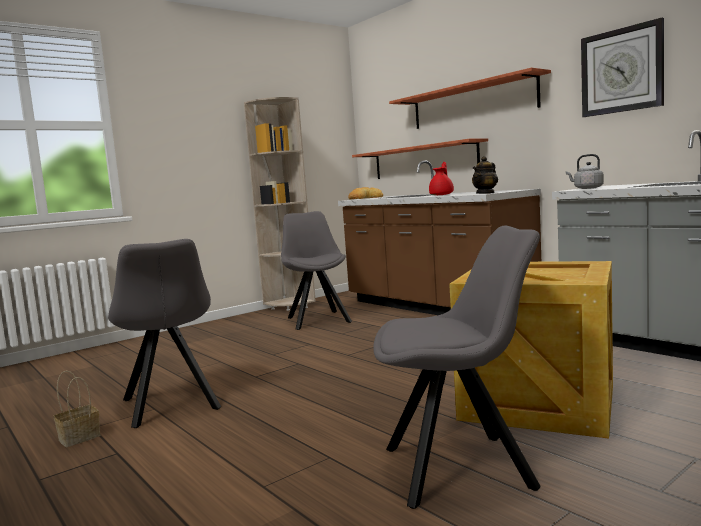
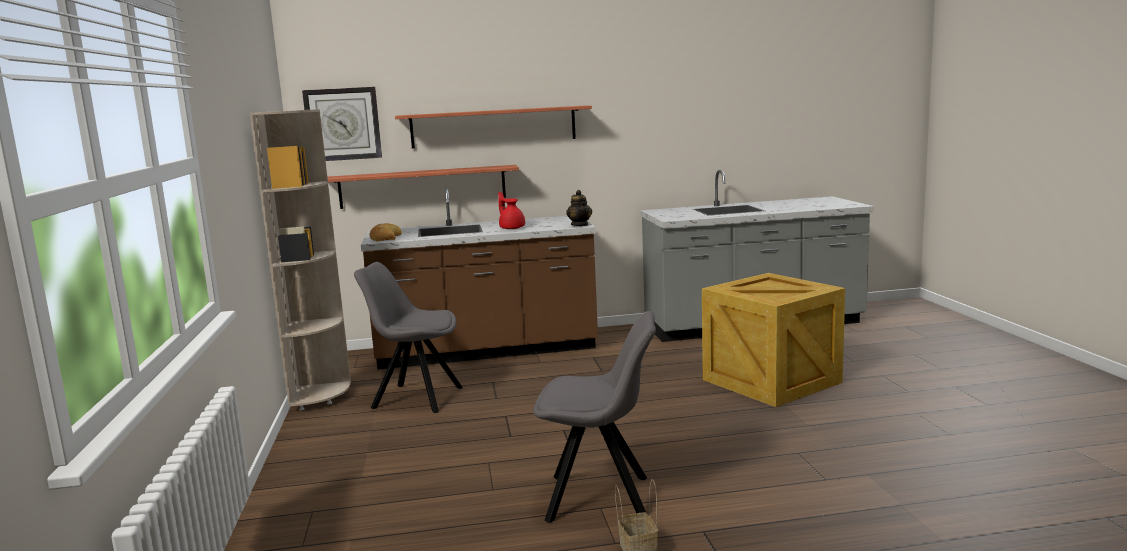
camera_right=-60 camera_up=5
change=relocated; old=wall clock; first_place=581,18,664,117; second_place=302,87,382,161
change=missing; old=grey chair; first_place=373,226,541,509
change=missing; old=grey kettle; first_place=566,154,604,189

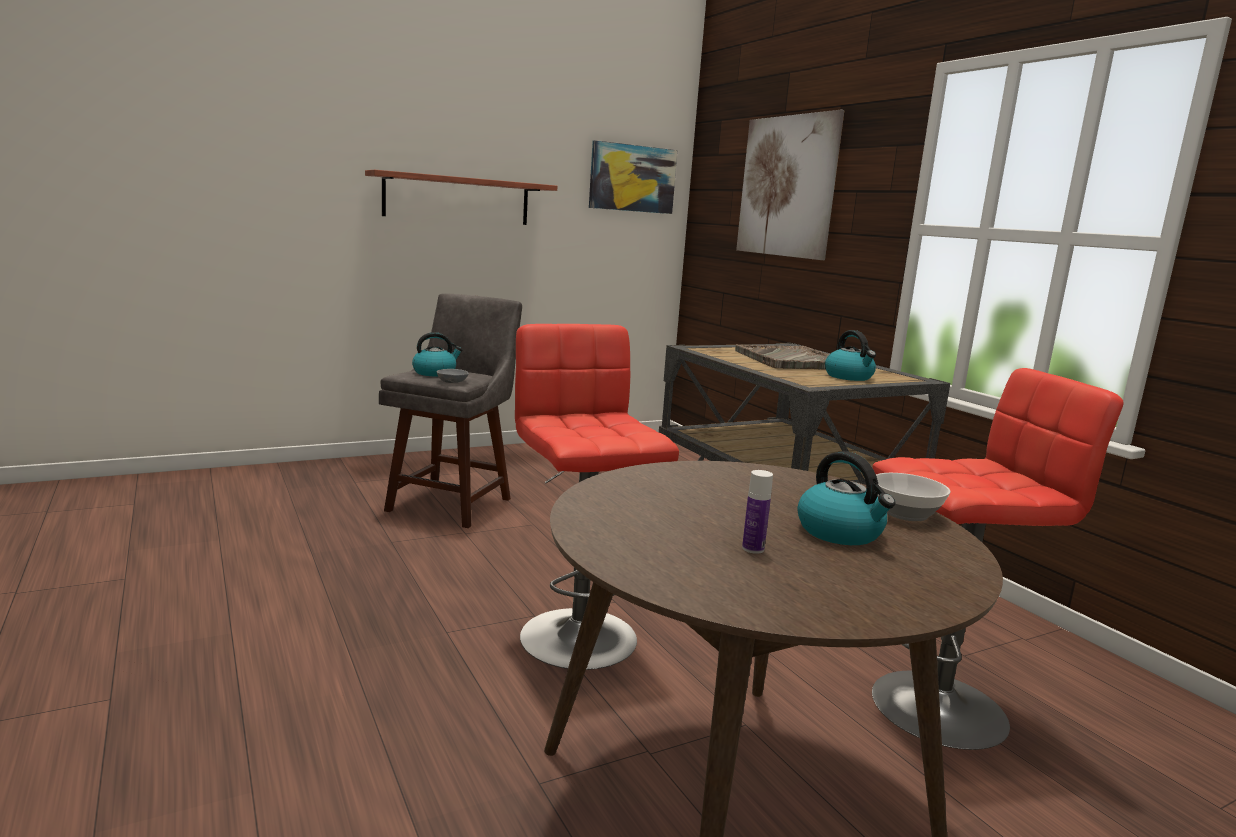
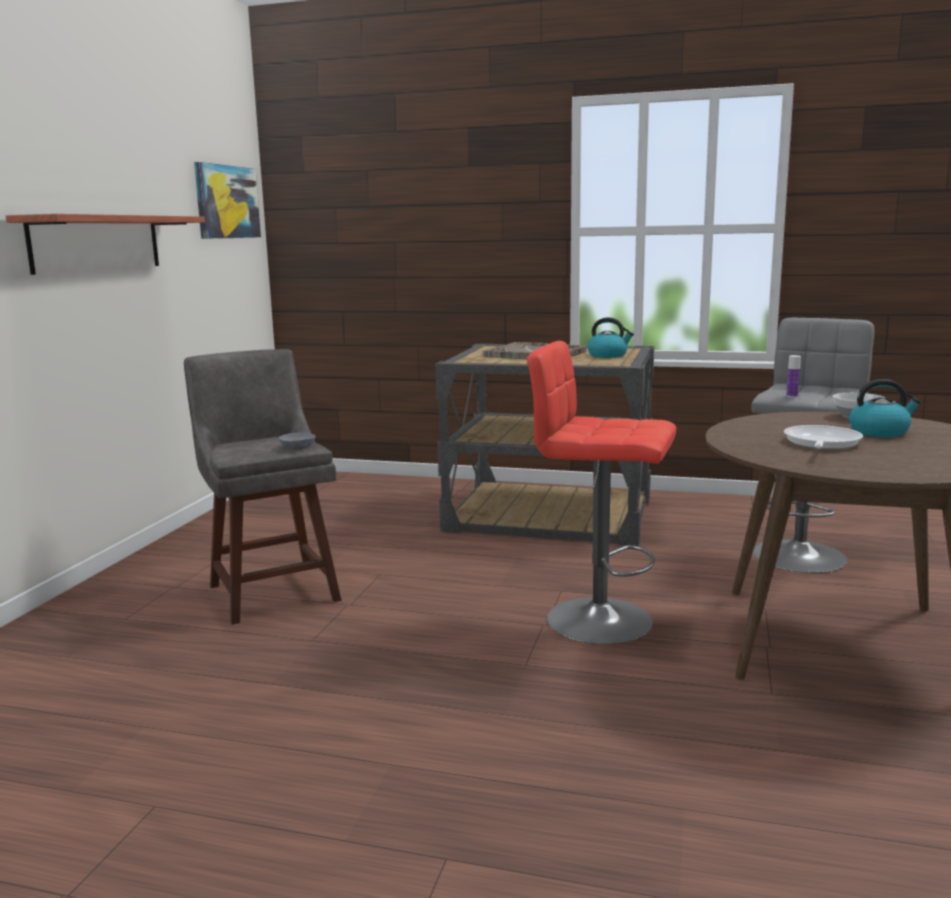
camera_right=-45 camera_up=0
change=colour; old=red stool; new=grey stool; first_place=872,368,1124,750; second_place=751,318,874,573
change=appeared; new=frying pan; second_place=784,425,863,450
change=relocated; old=bottle; first_place=742,470,773,554; second_place=786,355,801,398
change=missing; old=kettle; first_place=412,332,463,376
change=missing; old=picture; first_place=736,110,845,260

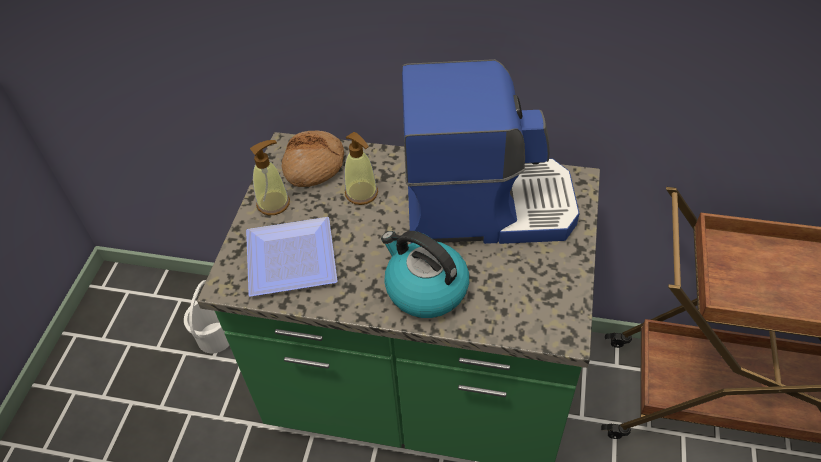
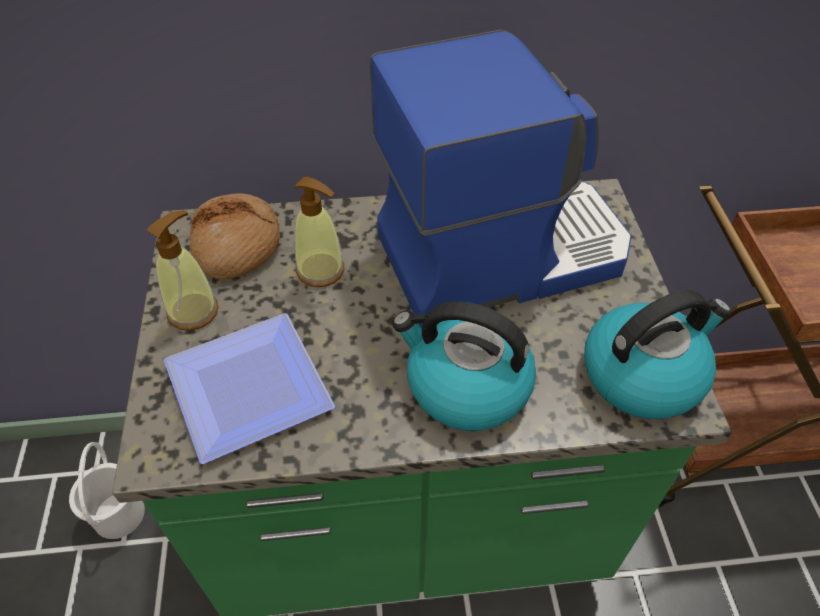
camera_right=-20 camera_up=0
change=appeared; new=kettle; second_place=584,290,731,419

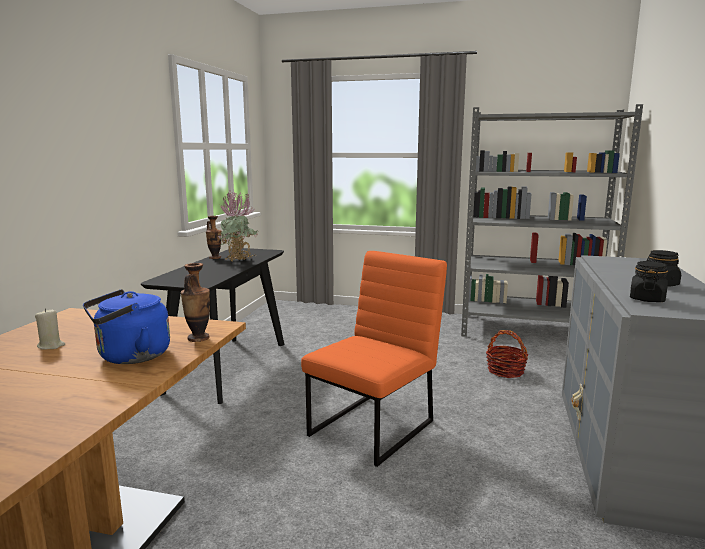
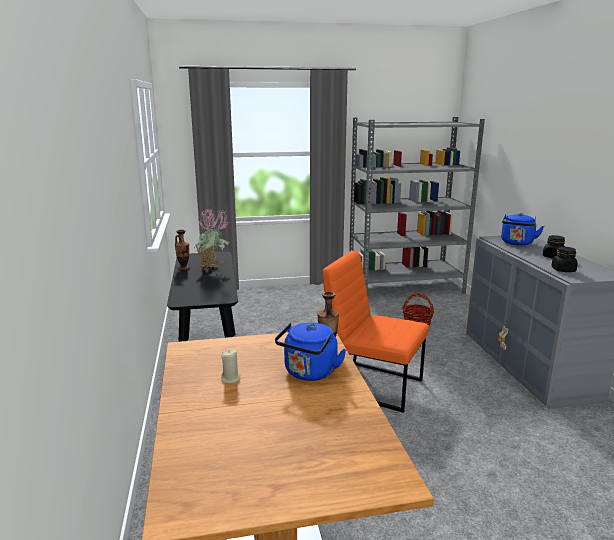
camera_right=-25 camera_up=5
change=spun; old=orange chair; first_place=301,251,447,467; second_place=323,251,429,413; degrees=-75
change=appeared; new=blue kettle; second_place=501,213,544,246

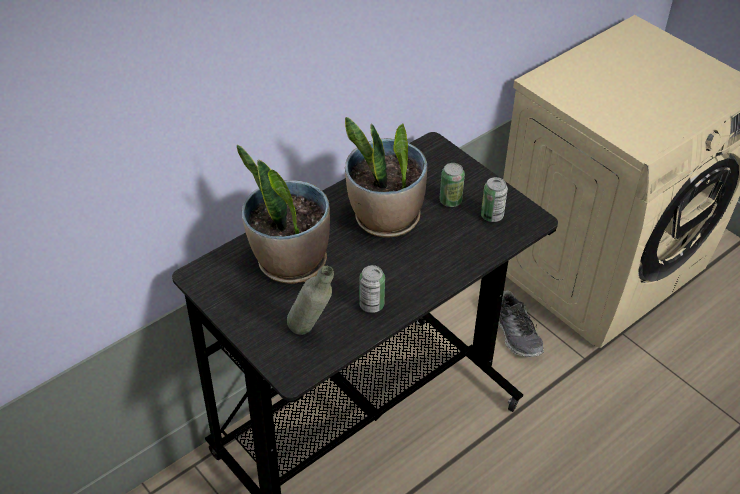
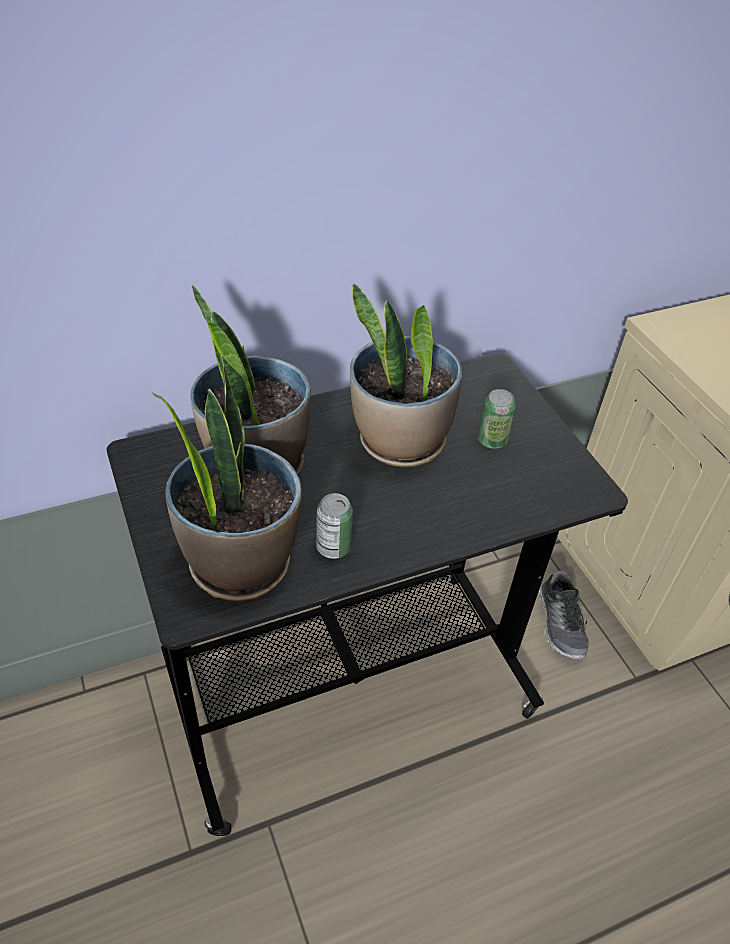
camera_right=15 camera_up=0
change=exchanged; old=grey bottle; new=potted plant; first_place=287,266,334,335; second_place=151,355,302,601
change=missing; old=can; first_place=481,177,508,222

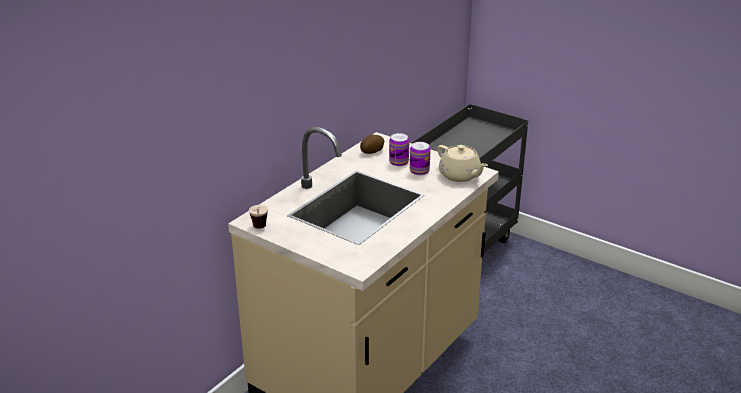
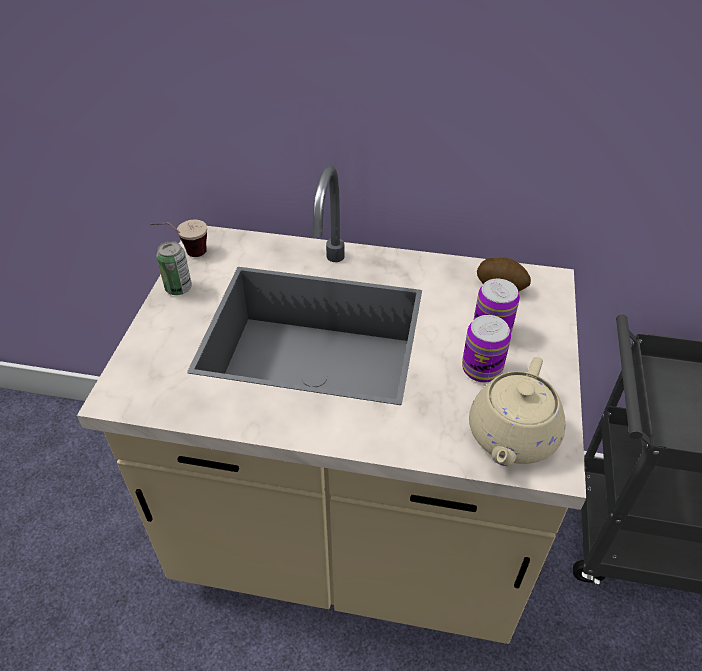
camera_right=65 camera_up=15
change=appeared; new=can; second_place=156,241,192,295

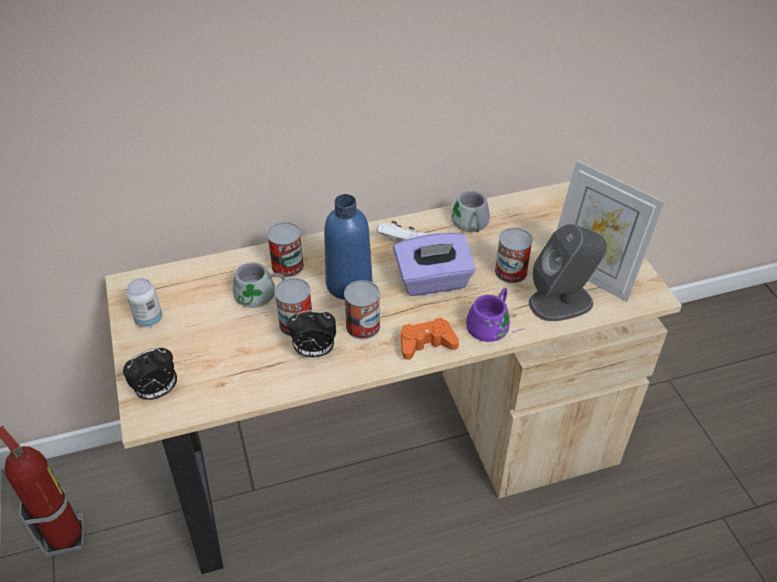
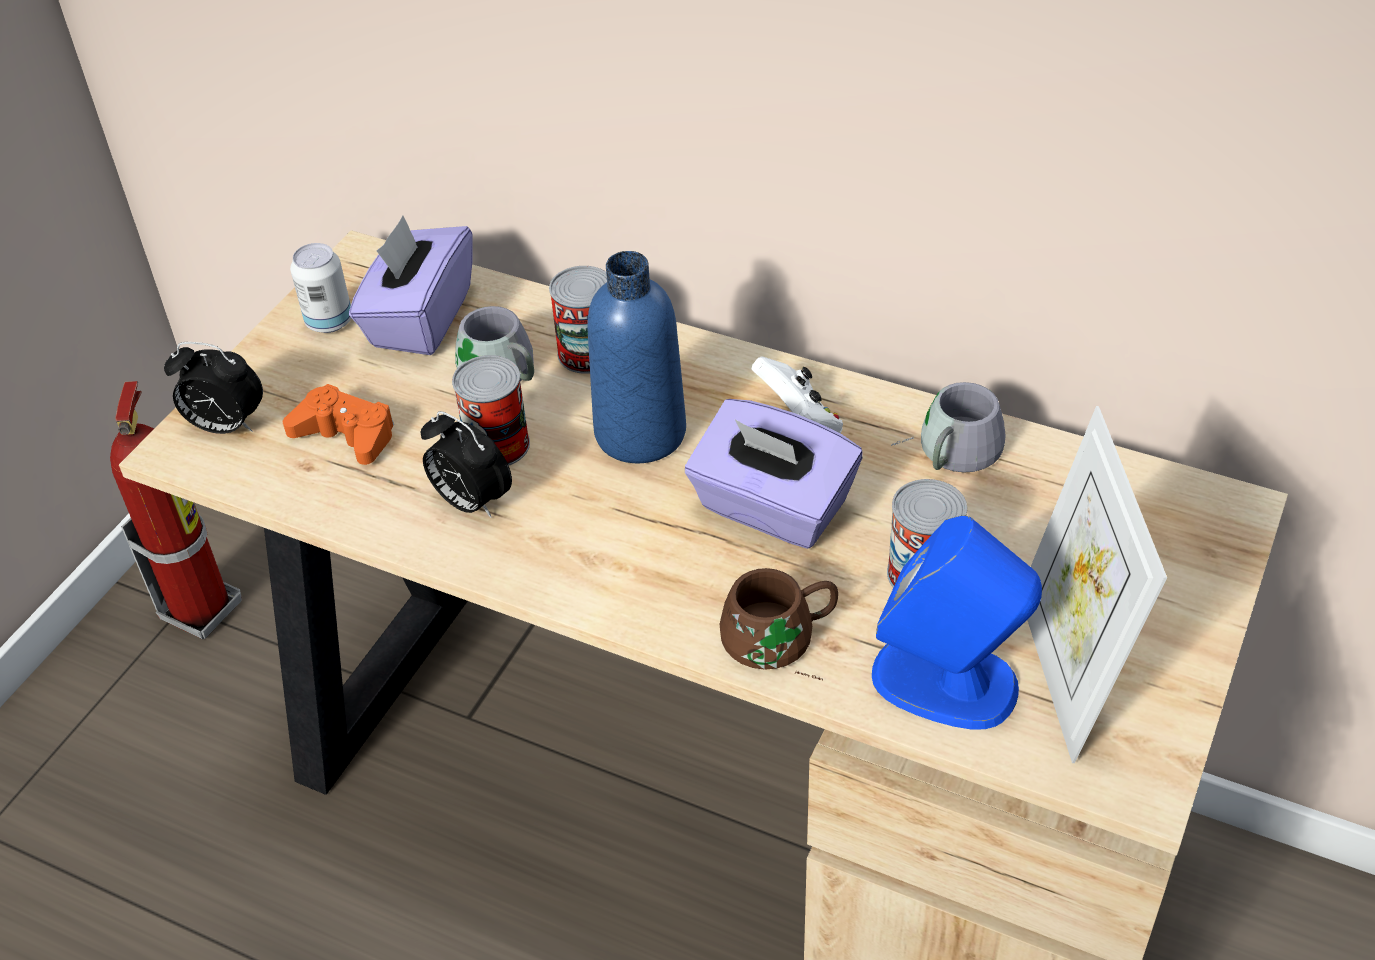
camera_right=45 camera_up=0
change=relocated; old=orange game controller; first_place=401,318,459,360; second_place=283,384,394,465
change=appeared; new=purple tissue box; second_place=349,216,472,355
change=colour; old=purple mug; new=brown mug; first_place=466,288,524,342; second_place=719,568,838,681
change=colour; old=grey speaker; new=blue speaker; first_place=529,224,607,321; second_place=872,516,1042,730
change=missing; old=can; first_place=344,280,380,339

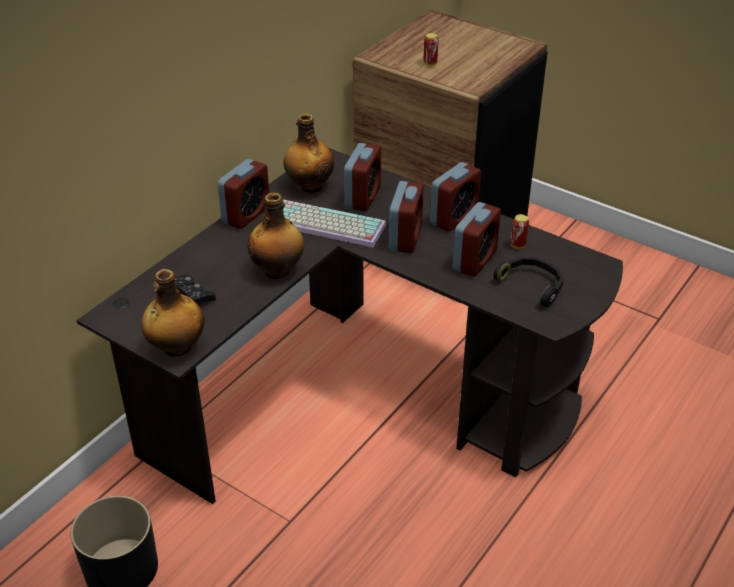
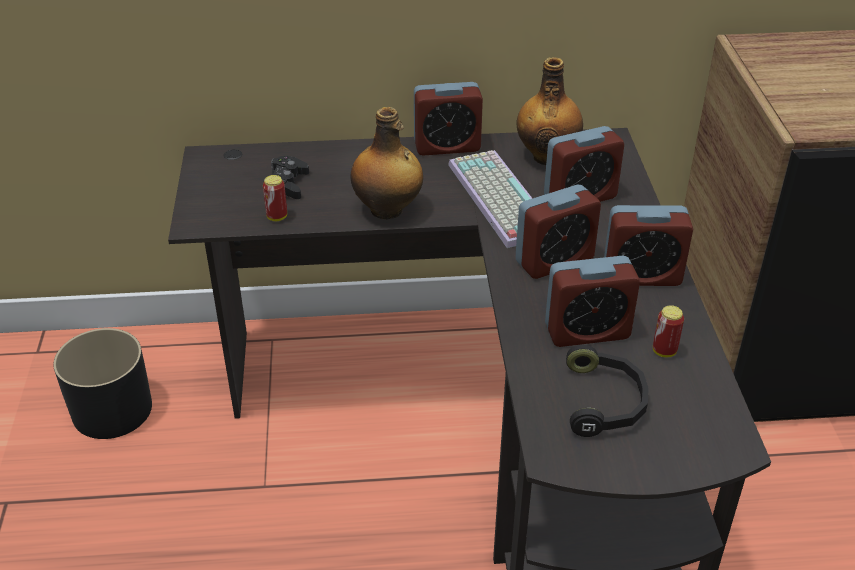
camera_right=50 camera_up=0
change=relocated; old=can; first_place=424,33,438,66; second_place=263,175,287,221
change=missing; old=bottle; first_place=141,269,205,357

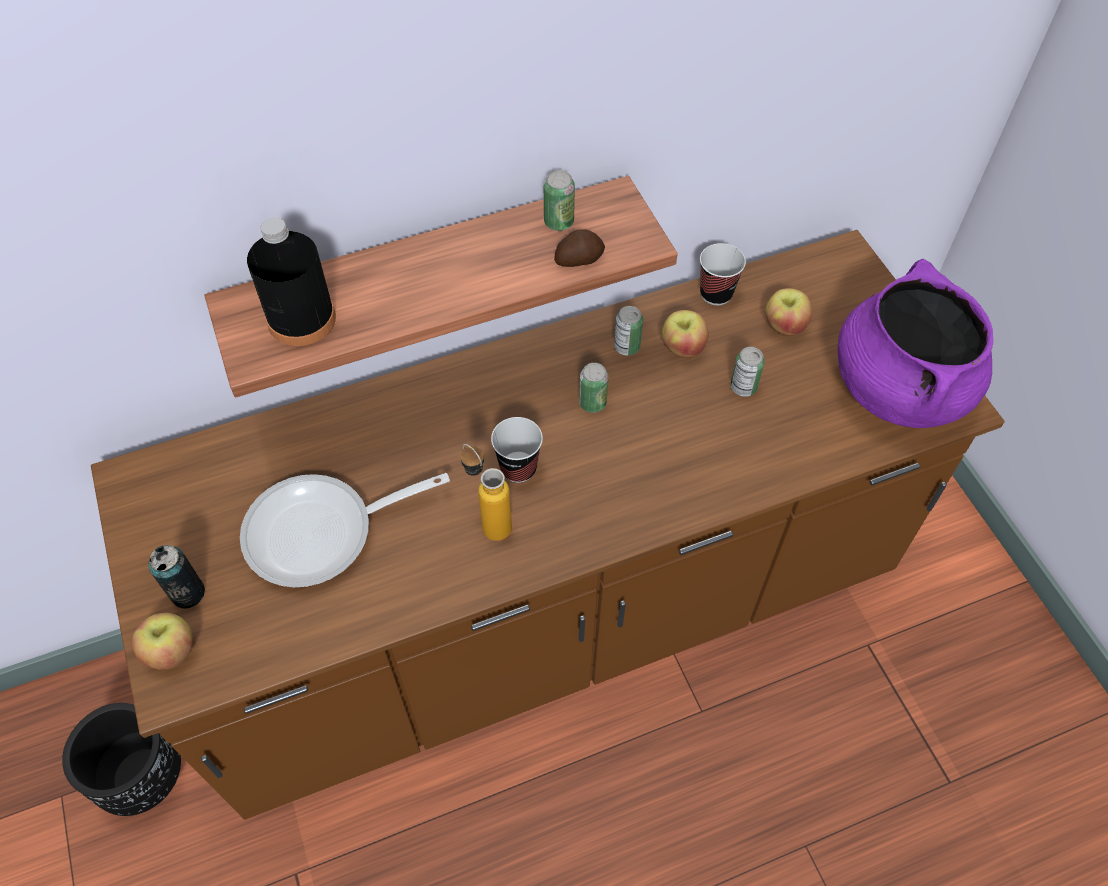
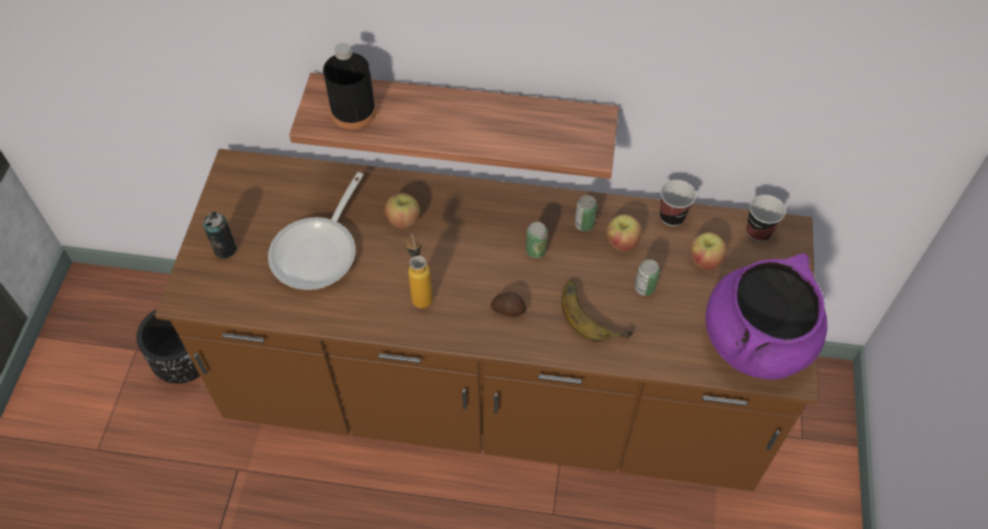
camera_right=30 camera_up=0
change=spun; old=frying pan; first_place=240,473,450,587; second_place=268,172,363,290; degrees=-75
change=relocated; old=apple; first_place=132,613,193,669; second_place=384,193,420,228
change=relocated; old=potato; first_place=554,230,605,267; second_place=491,292,526,317
change=appeared; new=banana; second_place=561,280,633,342
change=relocated; old=cup; first_place=491,417,543,483; second_place=746,195,786,241
change=missing; old=can; first_place=544,170,575,231

